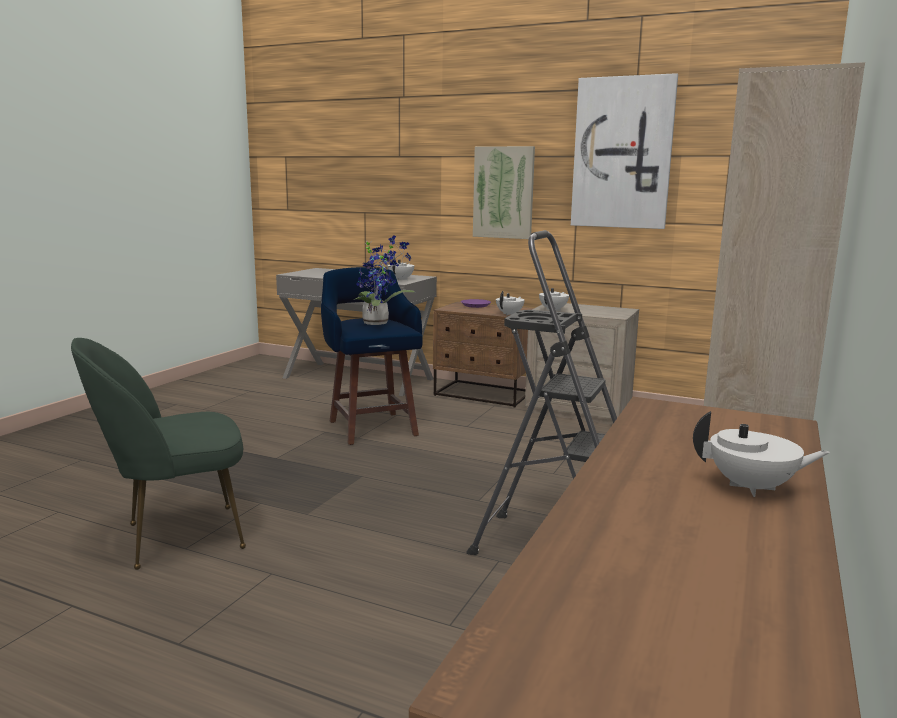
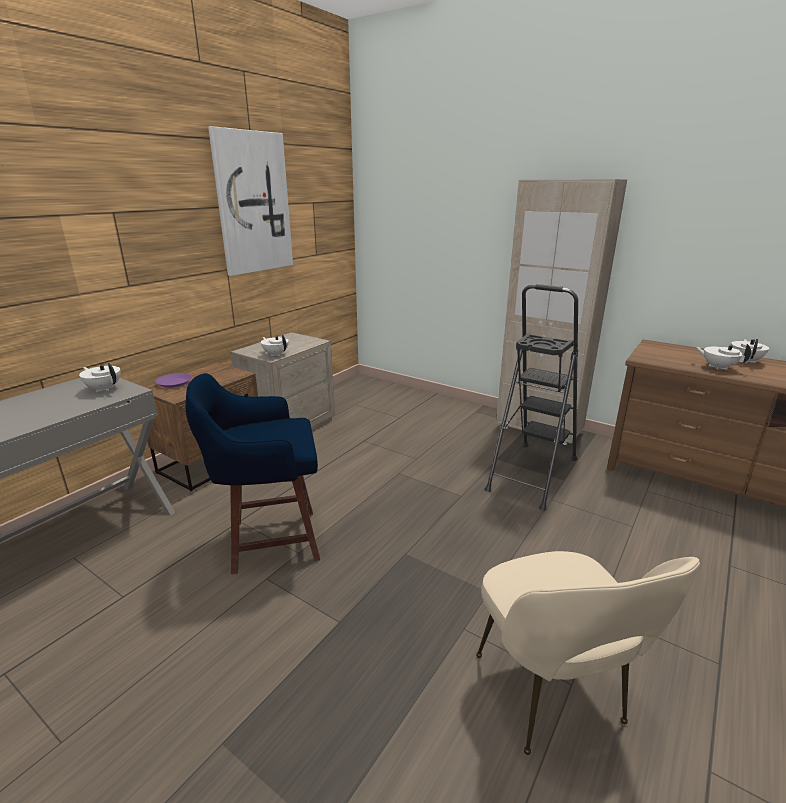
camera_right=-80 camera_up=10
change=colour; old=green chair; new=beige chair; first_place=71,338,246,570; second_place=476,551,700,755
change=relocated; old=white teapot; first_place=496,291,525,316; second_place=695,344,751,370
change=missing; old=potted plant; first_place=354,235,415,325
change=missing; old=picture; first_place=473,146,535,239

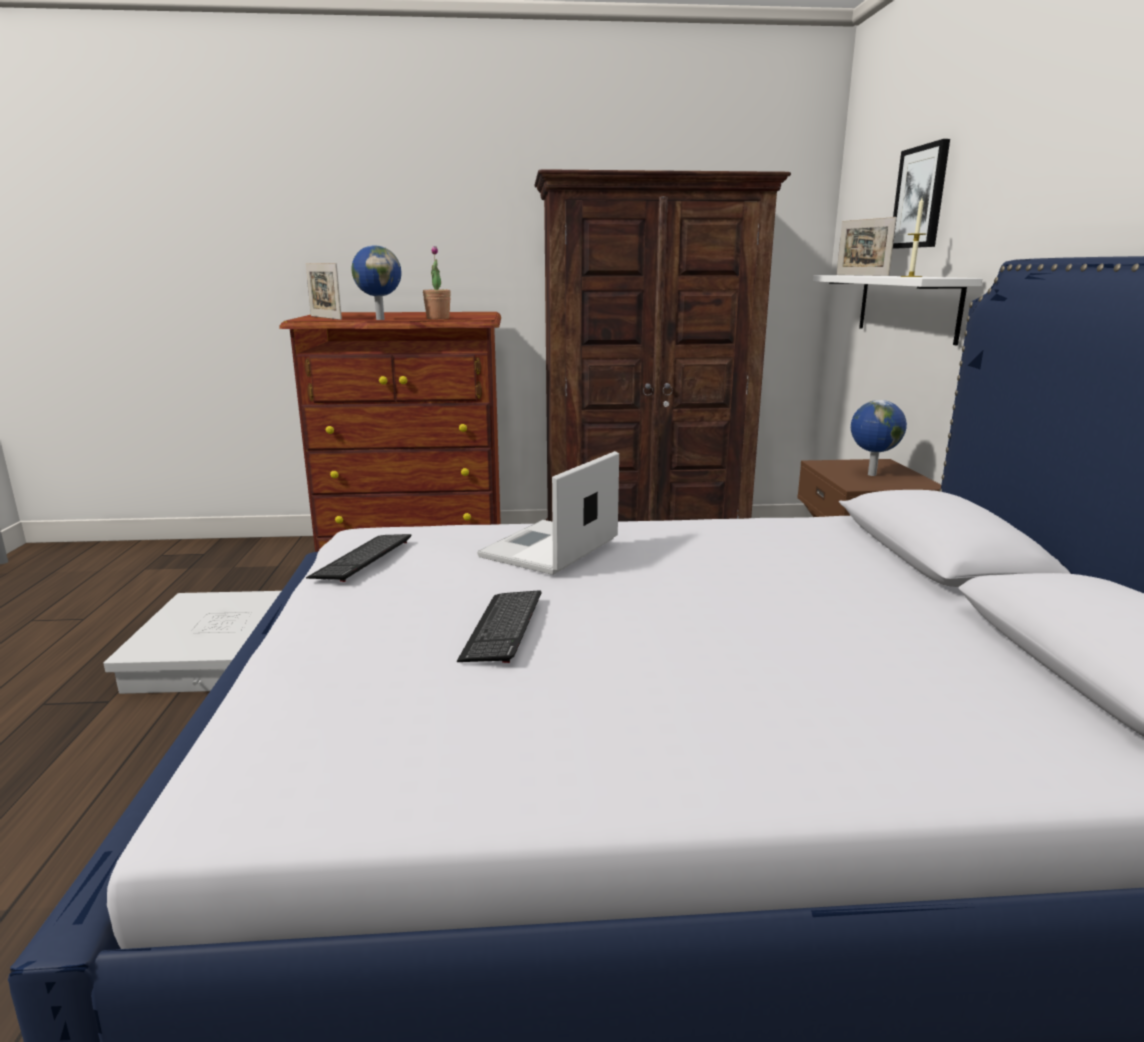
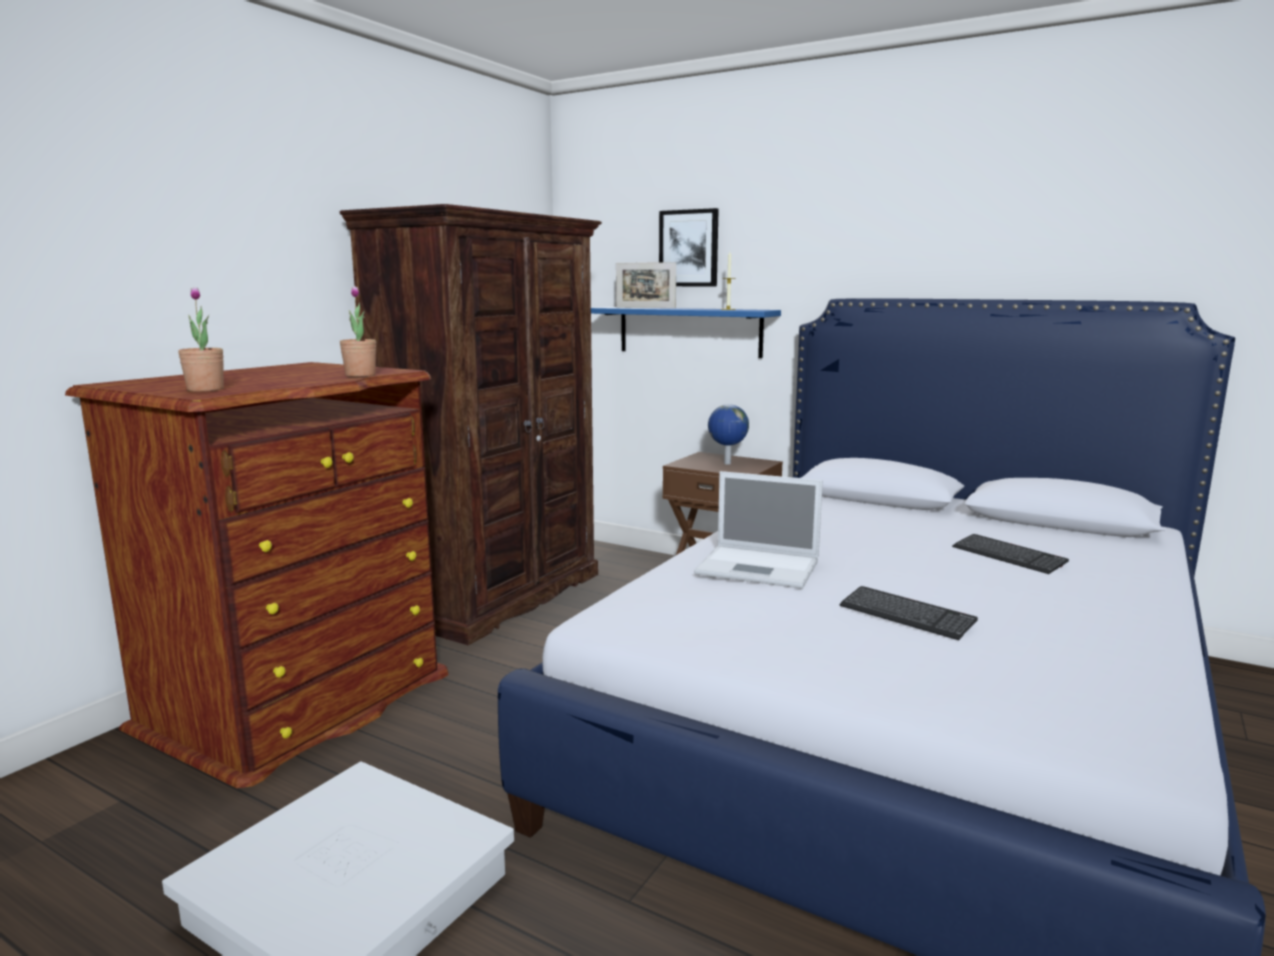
camera_right=-55 camera_up=-5
change=exchanged; old=picture frame; new=potted plant; first_place=305,263,342,320; second_place=178,287,224,392
change=colour; old=white shelf; new=blue shelf; first_place=813,275,982,345; second_place=591,307,781,358
change=spun; old=laptop; first_place=477,451,619,575; second_place=694,471,823,589; degrees=-45
change=relocated; old=keyboard; first_place=306,534,411,582; second_place=952,534,1069,574
change=missing; old=globe; first_place=352,245,401,320

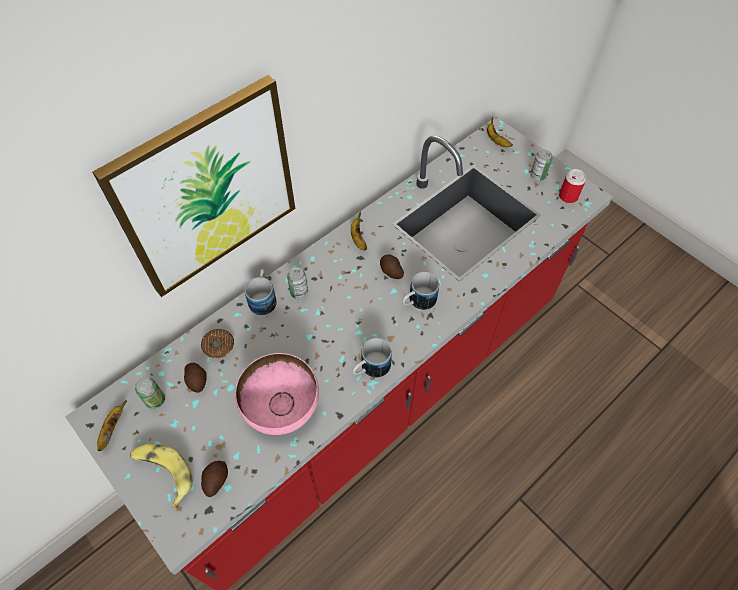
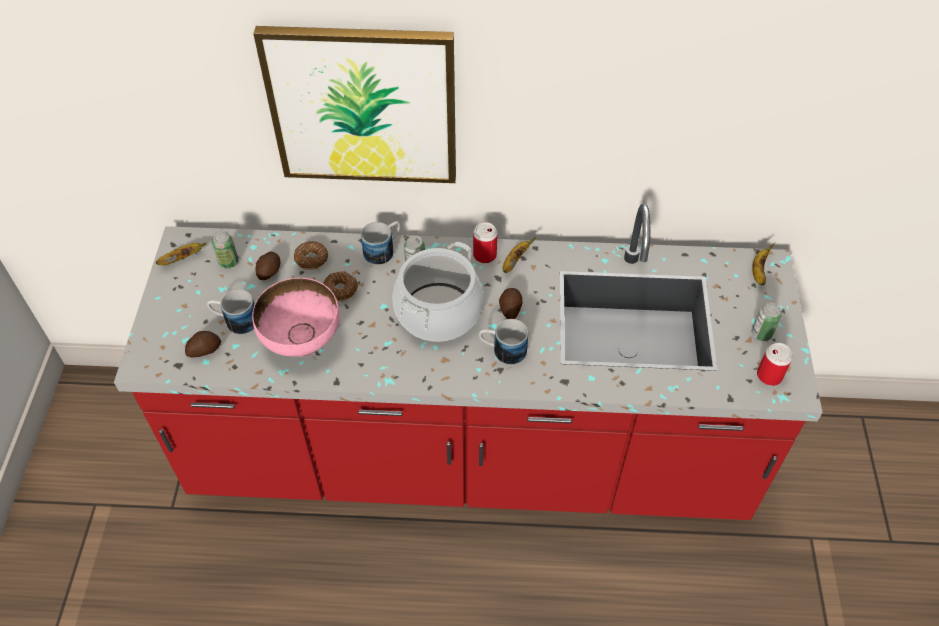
camera_right=45 camera_up=-5
change=relocated; old=mug; first_place=352,338,392,378; second_place=207,289,255,334
change=appeared; new=donut; second_place=323,271,358,301
change=appeared; new=cooking pot; second_place=392,242,483,342
change=appeared; new=can; second_place=473,222,497,263
change=missing; old=banana; first_place=130,443,193,508

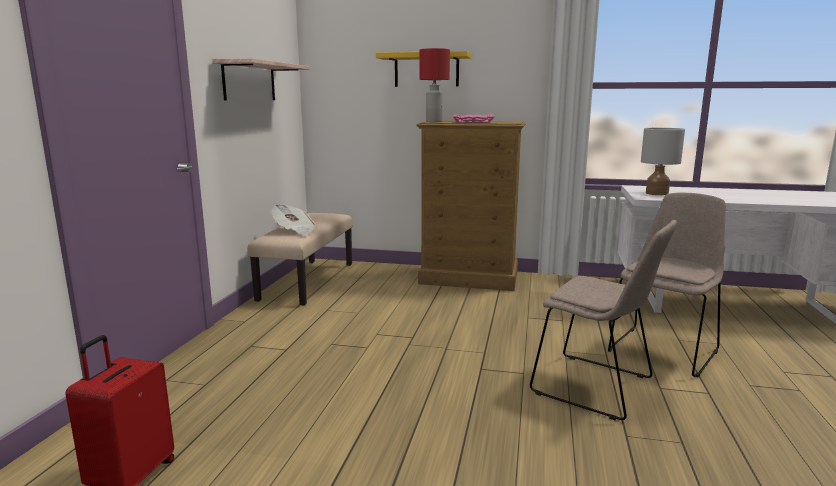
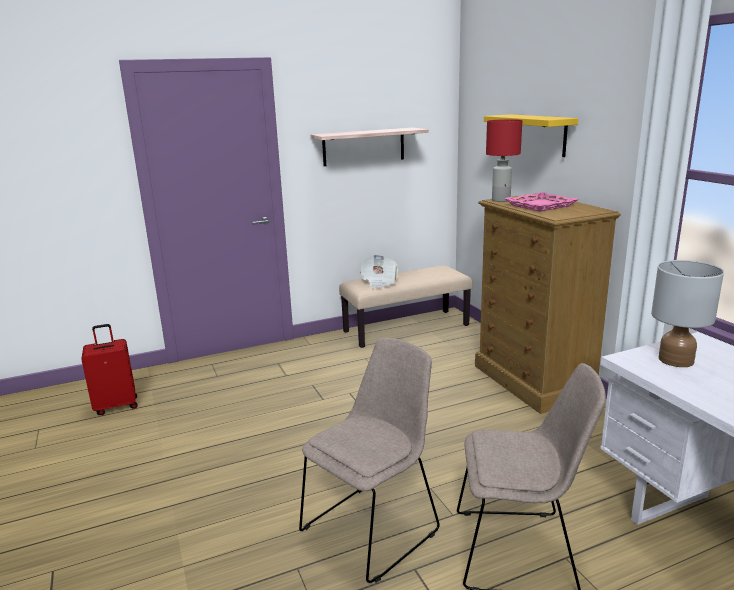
camera_right=55 camera_up=5
change=spun; old=beige chair; first_place=530,220,677,420; second_place=299,338,440,583; degrees=-135

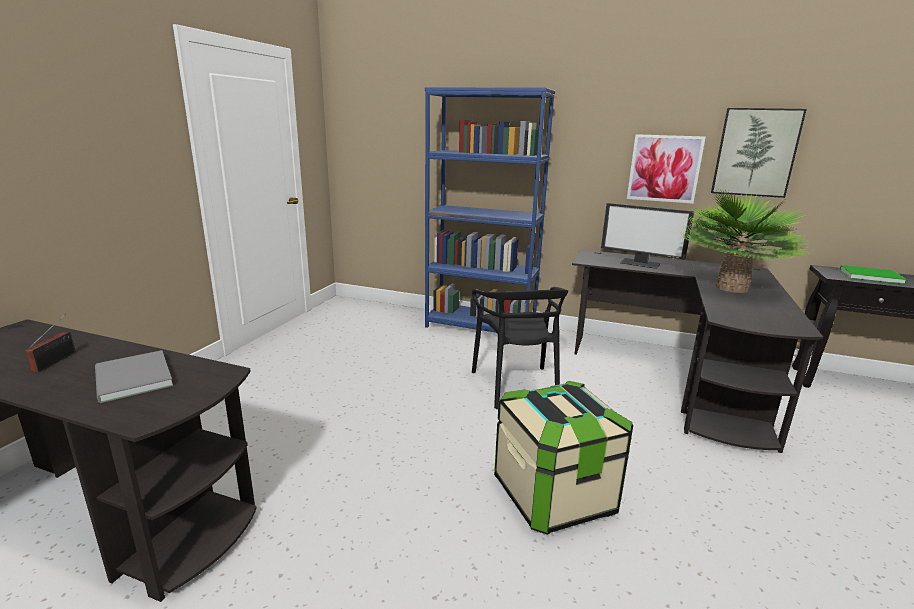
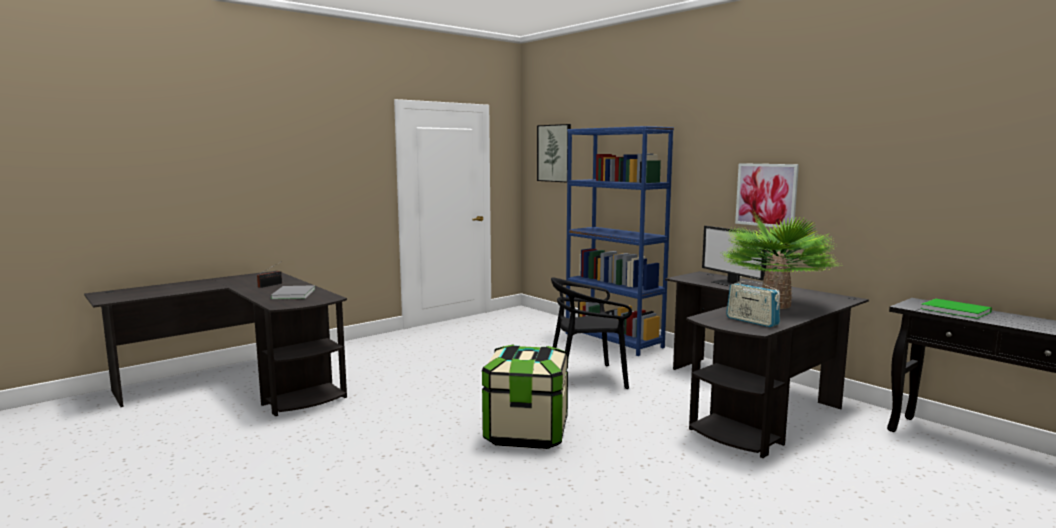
camera_right=30 camera_up=-10
change=relocated; old=picture; first_place=711,108,807,198; second_place=537,124,571,182
change=spun; old=black chair; first_place=472,287,568,409; second_place=551,278,632,389; degrees=60
change=appeared; new=radio; second_place=726,276,780,327

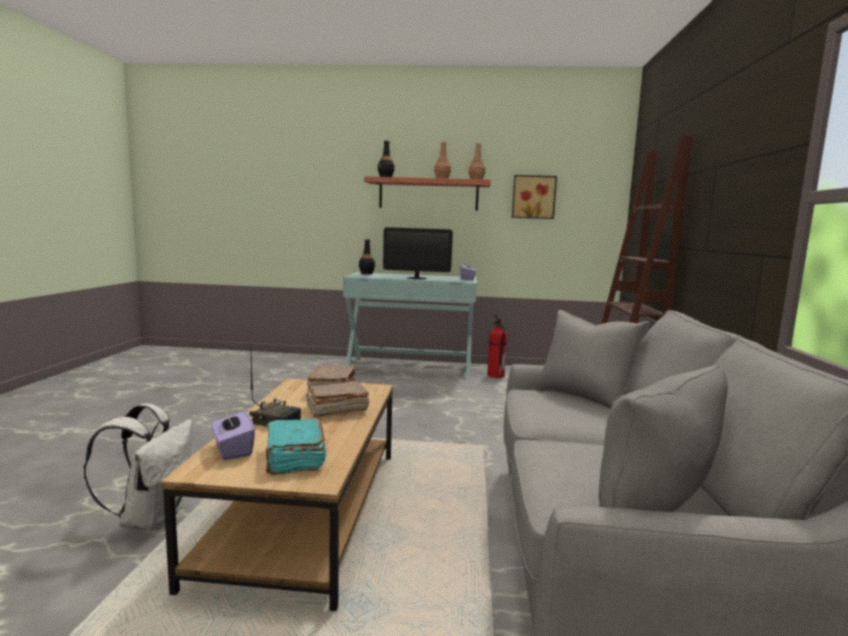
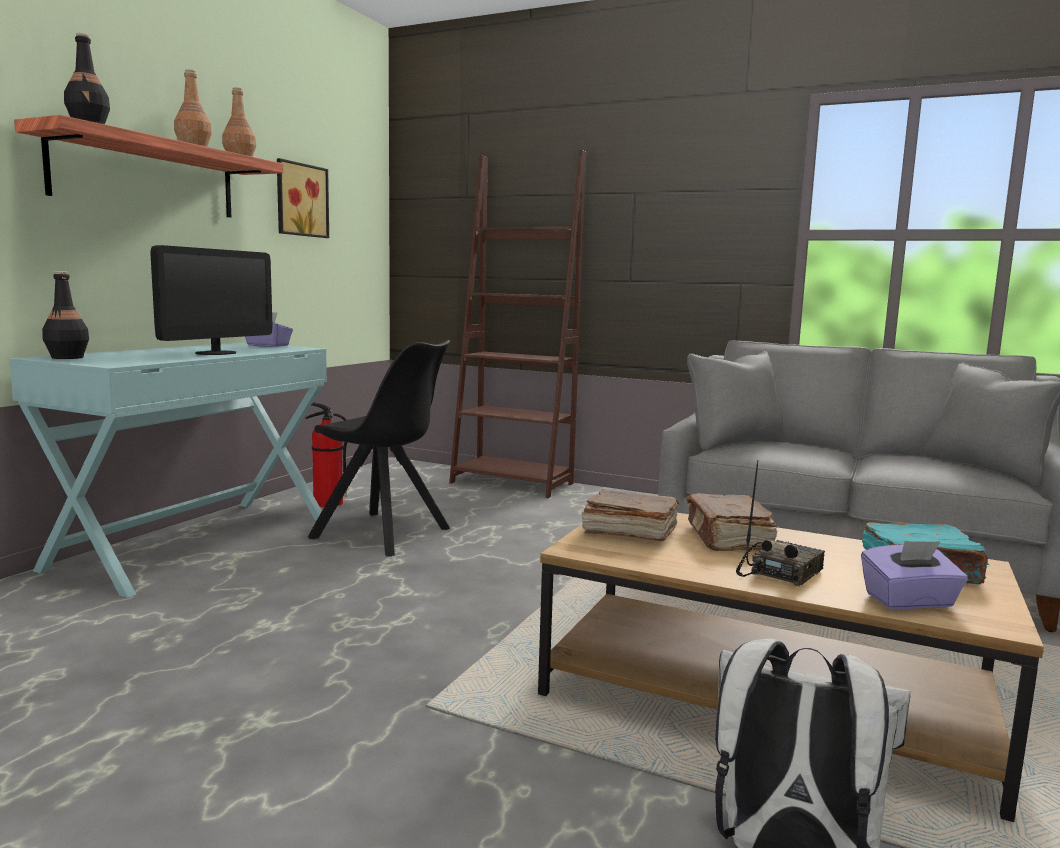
camera_right=-70 camera_up=0
change=appeared; new=black chair; second_place=308,340,450,556

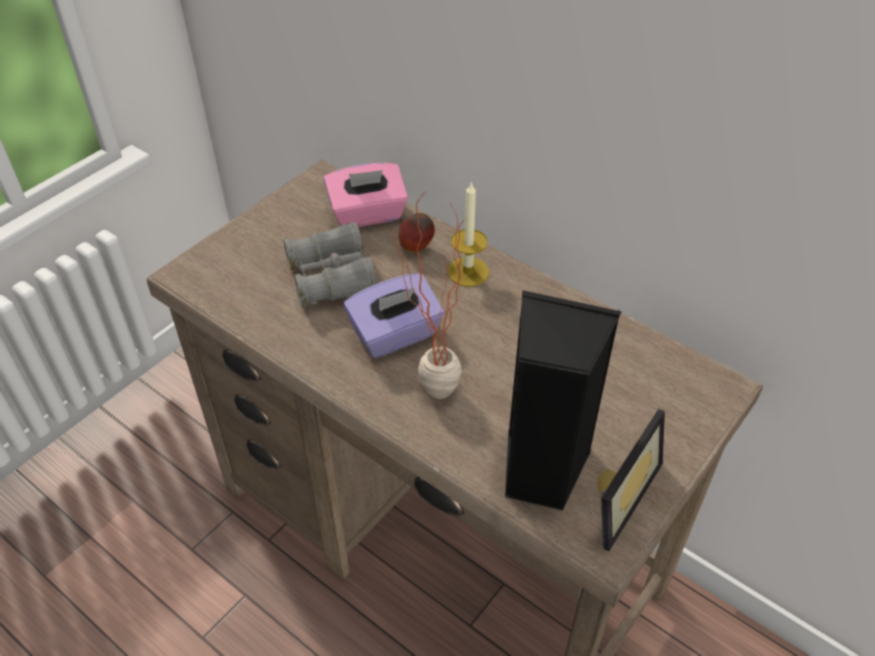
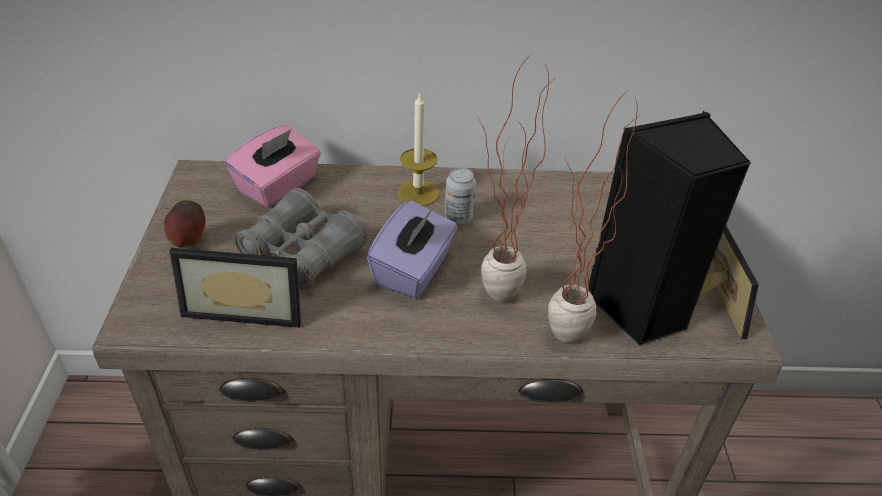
camera_right=-40 camera_up=-5
change=relocated; old=apple; first_place=399,213,435,253; second_place=164,200,205,248
change=appeared; new=picture frame; second_place=169,248,301,328
change=appeared; new=can; second_place=445,168,476,225
change=appeared; new=potted plant; second_place=548,91,642,343

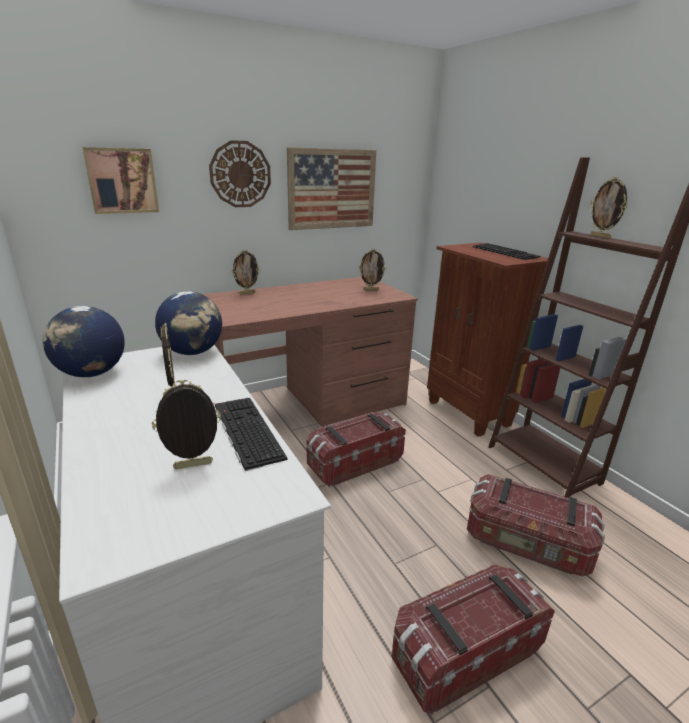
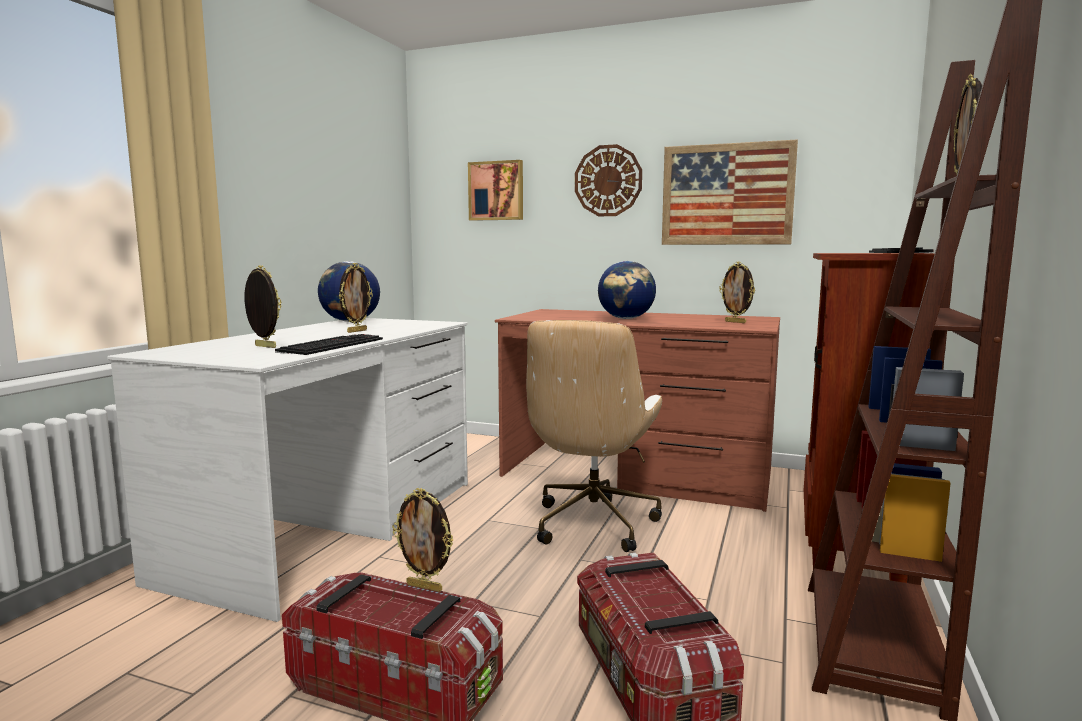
camera_right=50 camera_up=-15
change=relocated; old=picture frame; first_place=232,250,260,295; second_place=392,488,453,592
change=exchanged; old=storage box; new=white office chair; first_place=307,412,406,487; second_place=526,320,662,552
change=relocated; old=globe; first_place=155,291,222,355; second_place=598,261,656,319

